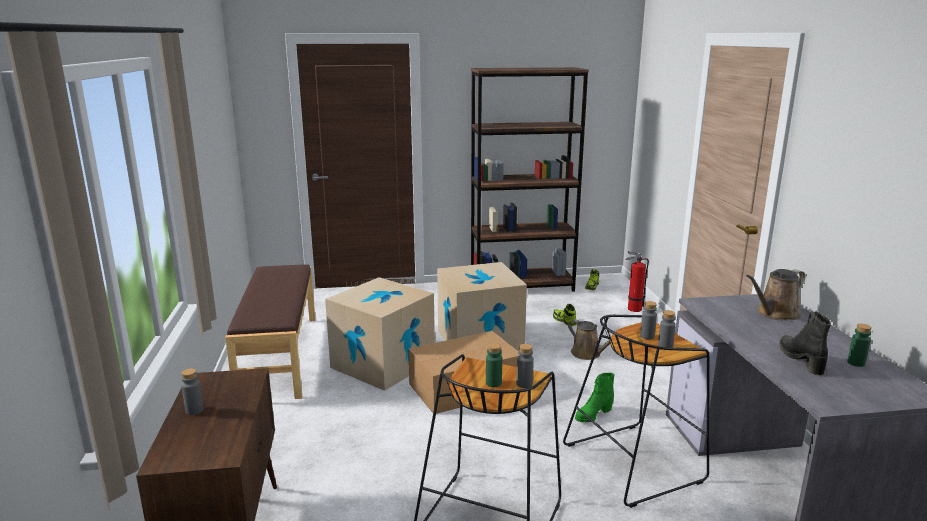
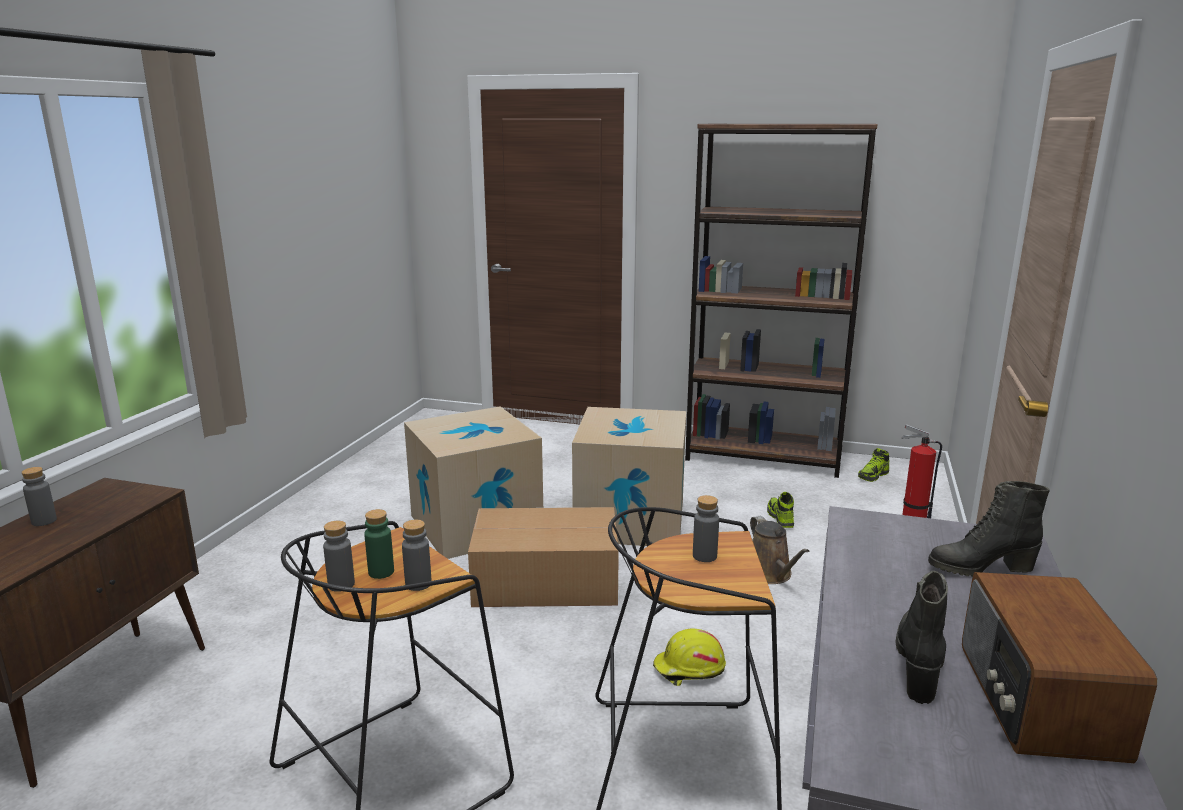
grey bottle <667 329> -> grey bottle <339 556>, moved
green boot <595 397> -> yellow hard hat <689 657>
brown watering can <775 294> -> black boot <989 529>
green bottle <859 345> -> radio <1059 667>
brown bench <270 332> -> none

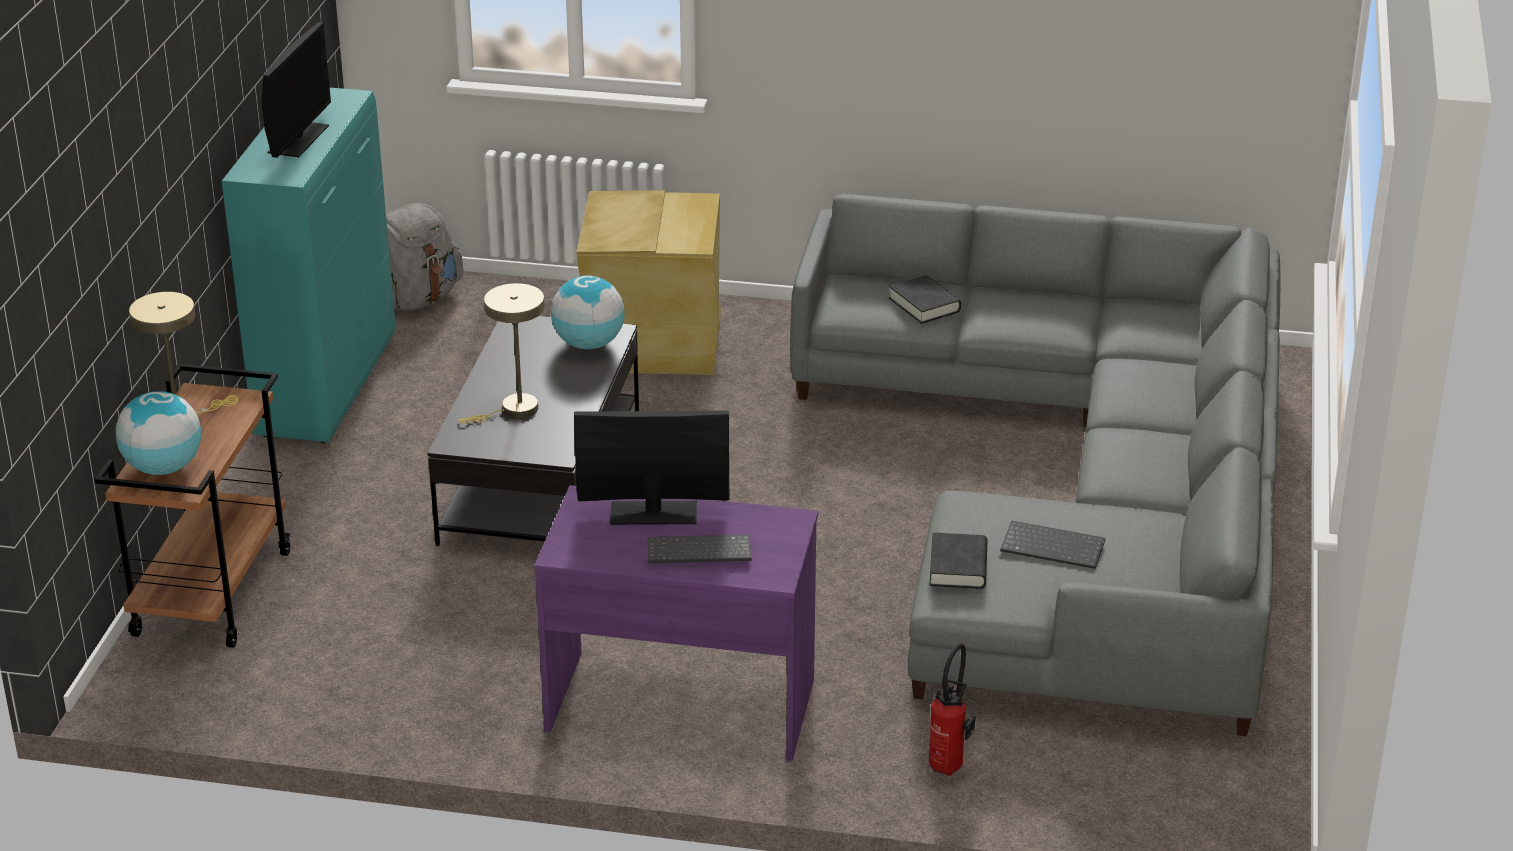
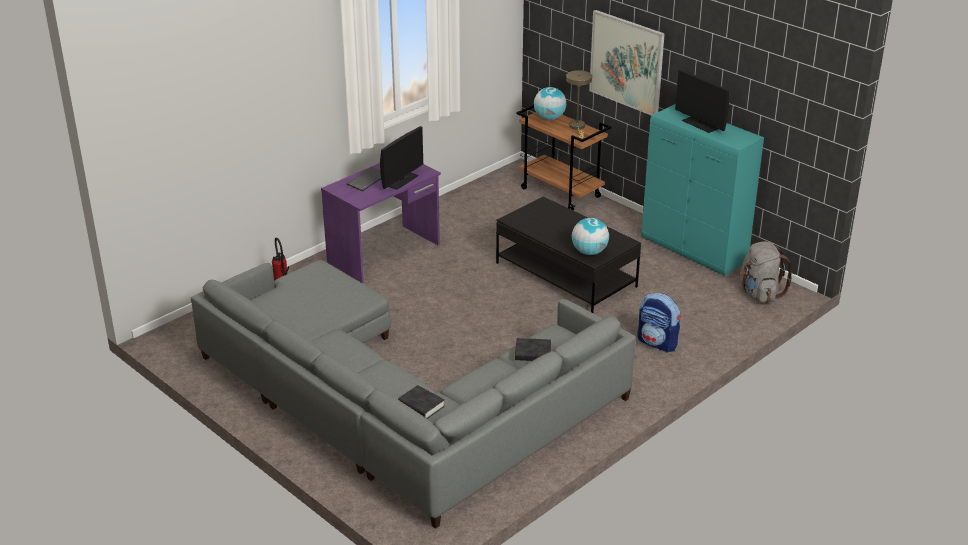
black book <958 560> -> black book <421 402>, moved
none -> picture <627 62>
beige storage box <649 282> -> backpack <659 322>
beige table lamp <502 353> -> none
keyboard <1052 545> -> none

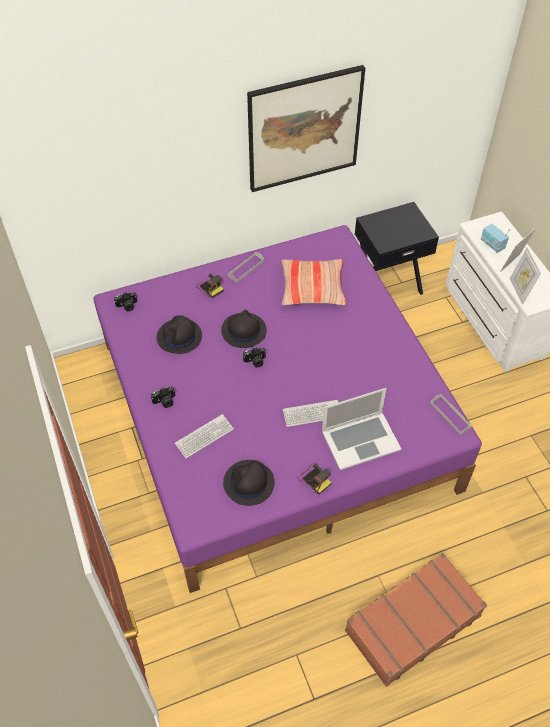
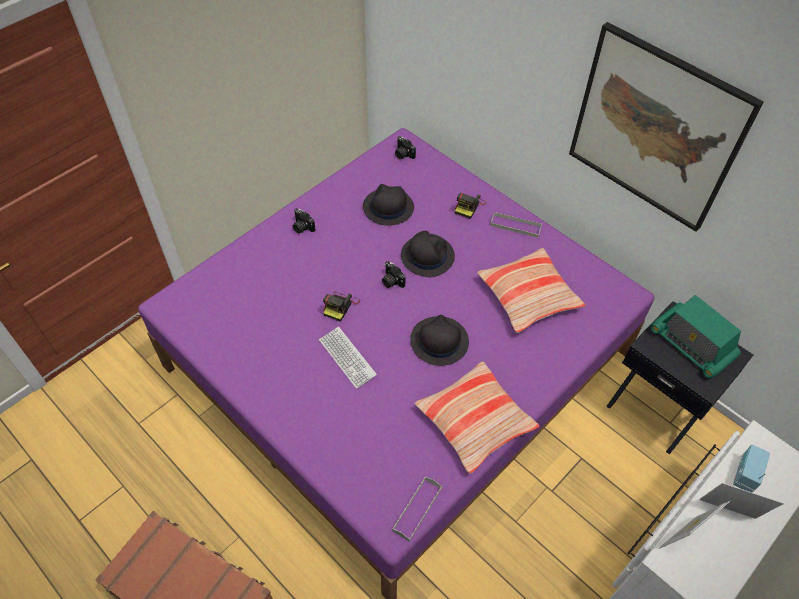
photo camera <314 478> -> photo camera <341 307>, moved
black hat <249 483> -> black hat <439 340>, moved
none -> pillow <477 417>
none -> radio <696 336>
keyboard <204 436> -> none
laptop <361 429> -> none

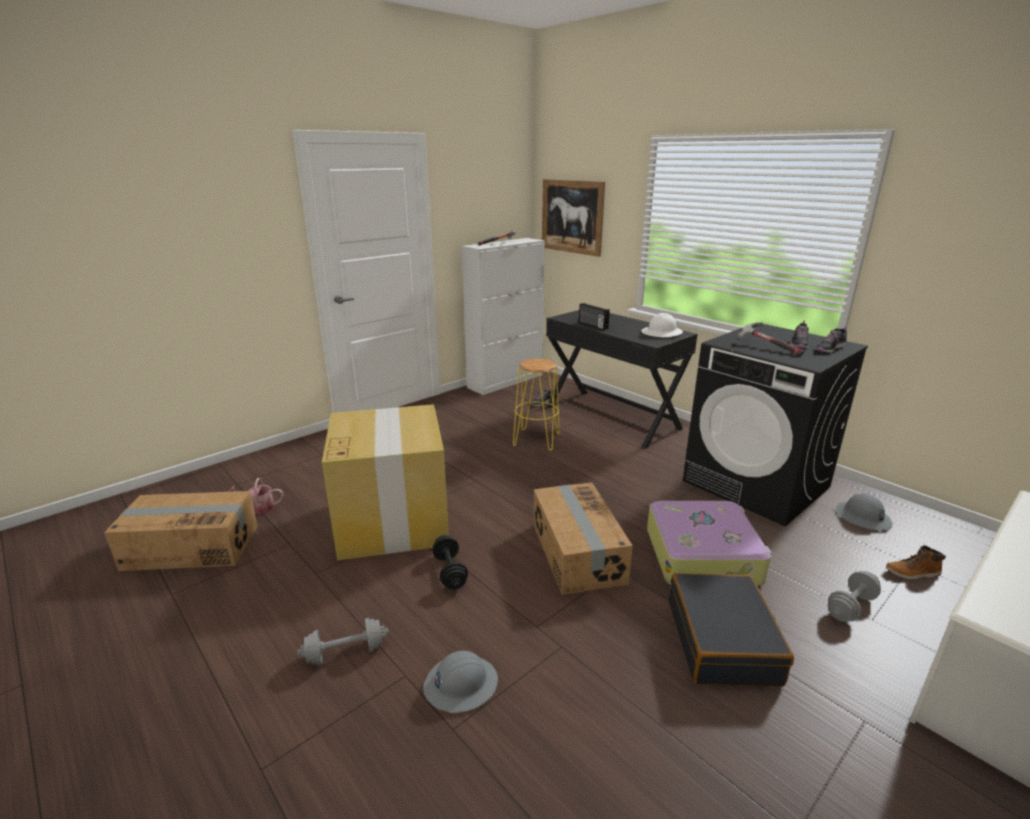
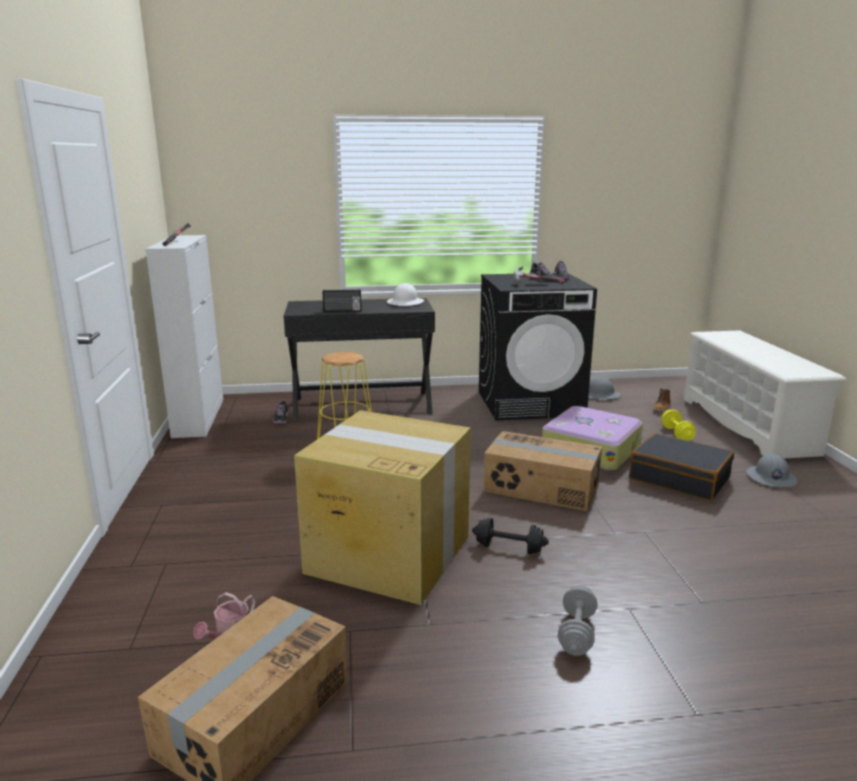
grey dumbbell <854 596> -> yellow dumbbell <679 425>
grey hard hat <460 682> -> grey hard hat <772 471>, moved
picture <573 218> -> none

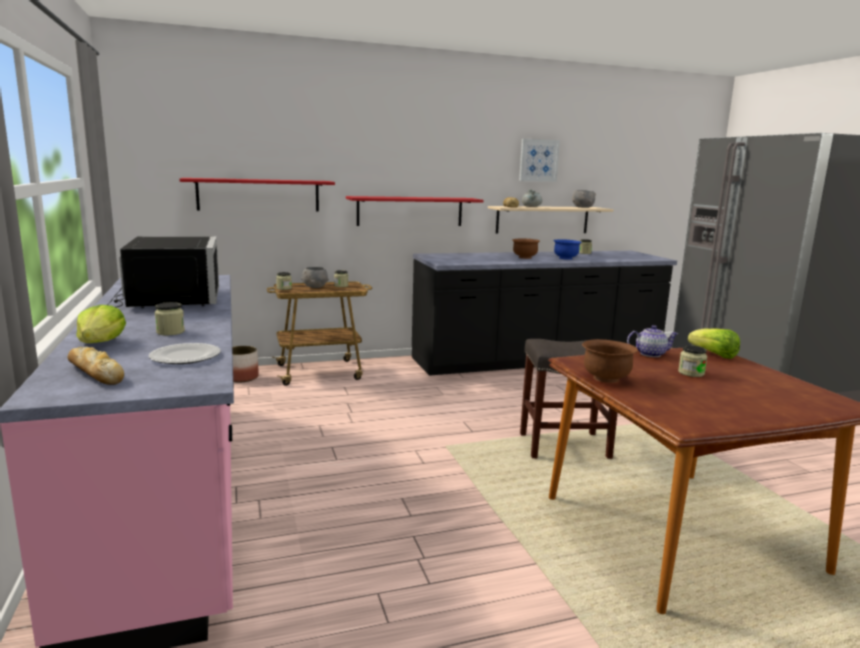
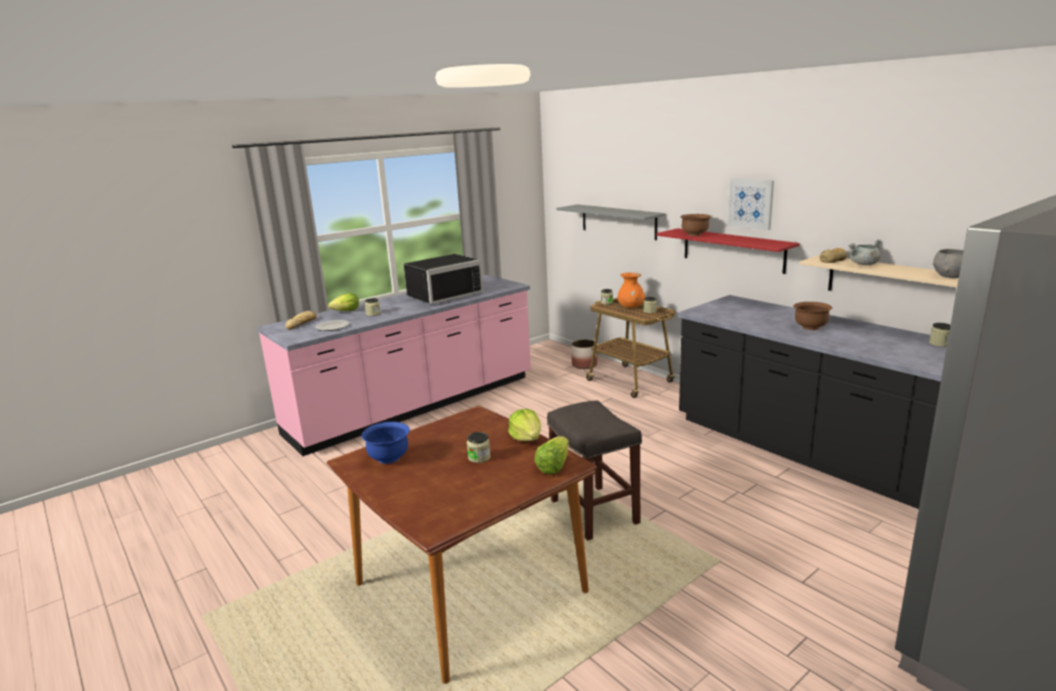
blue bowl <567 249> -> blue bowl <386 443>, moved
teapot <653 341> -> lettuce <524 425>
red shelf <257 195> -> grey shelf <611 222>
grey bowl <315 277> -> orange vase <631 290>
brown bowl <610 361> -> brown bowl <695 225>, moved
picture <539 160> -> picture <750 204>, moved

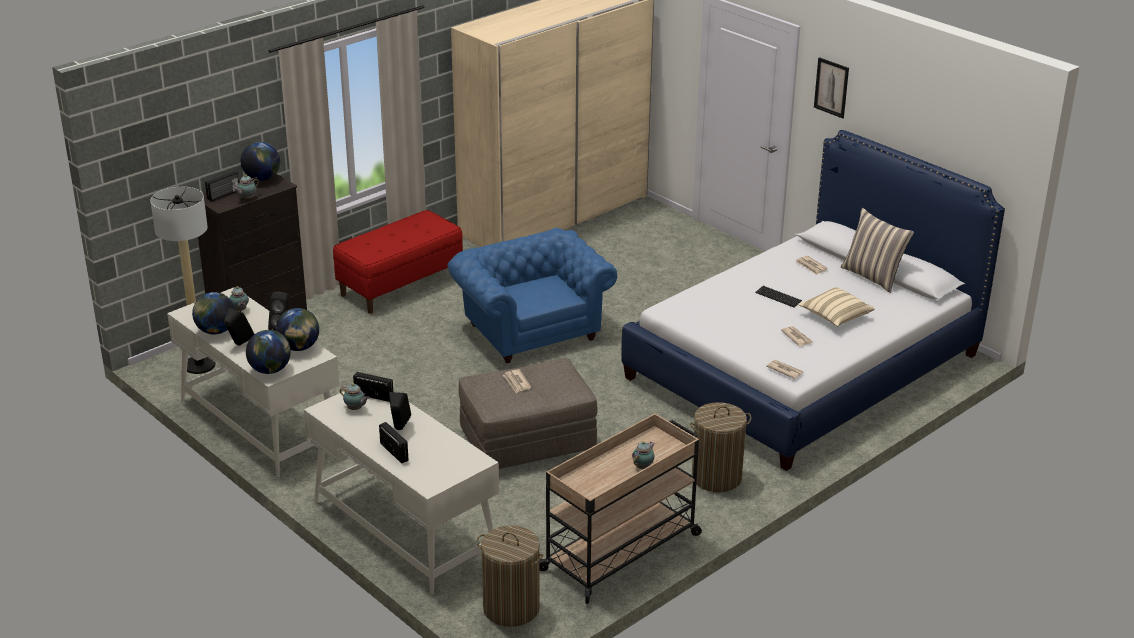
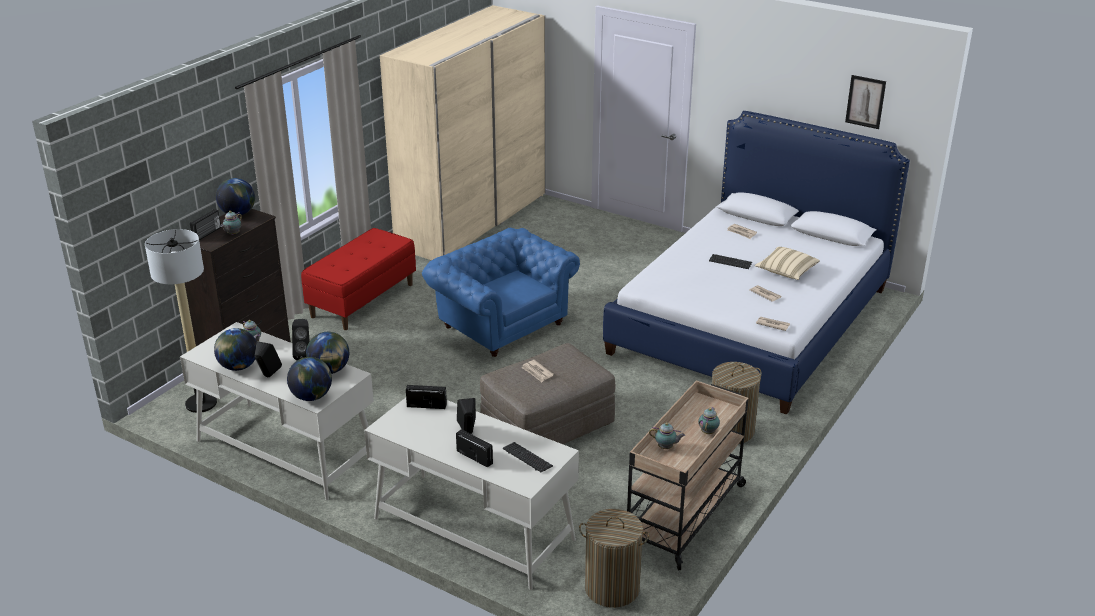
none -> keyboard <528 457>
teapot <355 396> -> teapot <667 435>, moved
picture <831 87> -> picture <865 102>, moved
pillow <877 250> -> none

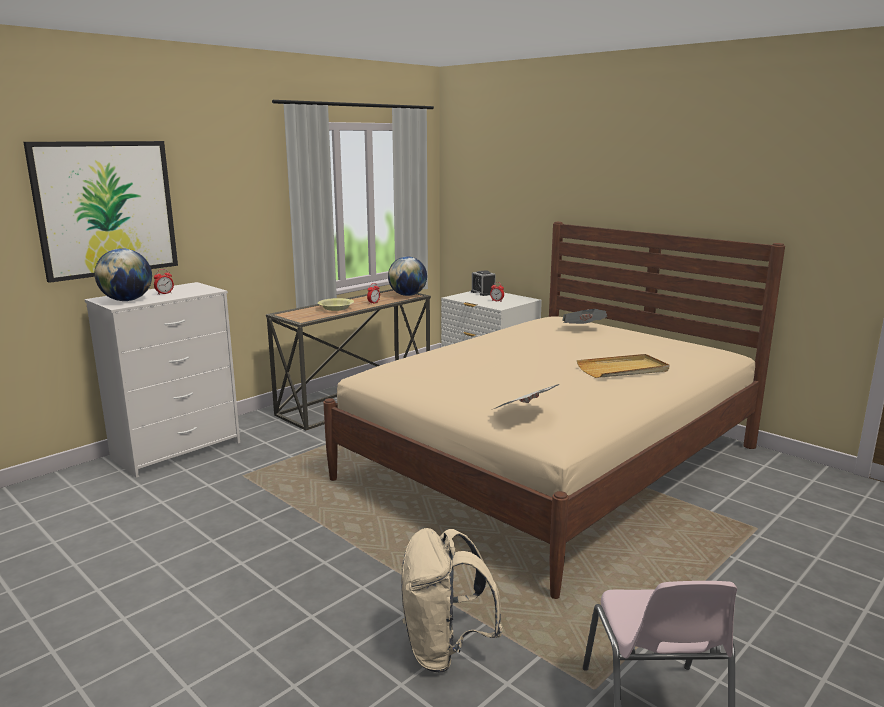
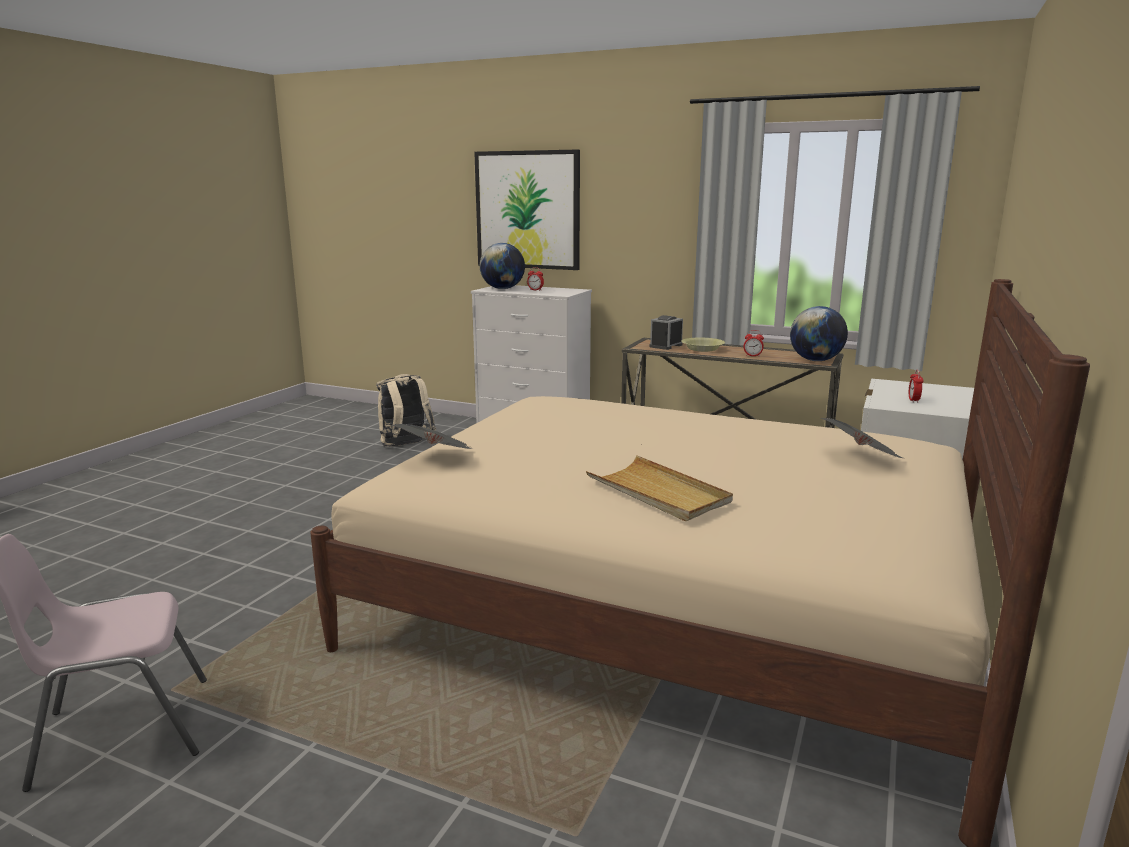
beige backpack <452 600> -> beige backpack <406 410>, moved
alarm clock <483 283> -> alarm clock <666 332>, moved

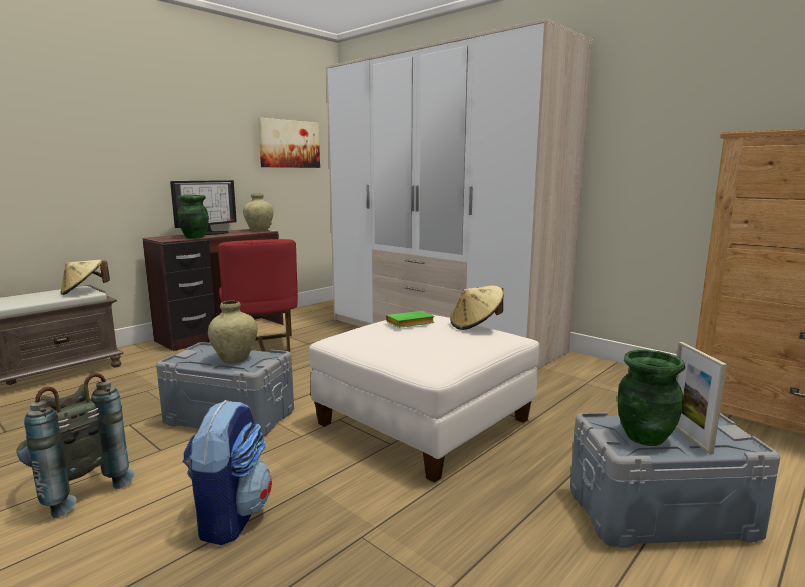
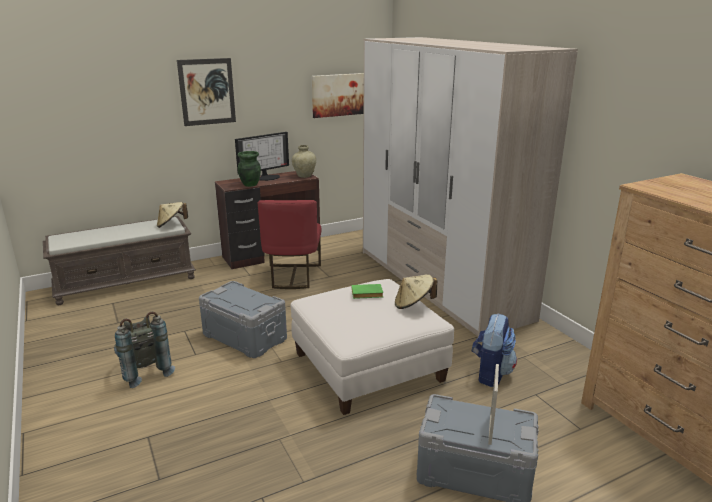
none -> picture <206 92>
backpack <227 472> -> backpack <494 350>, moved
beige vase <233 332> -> none
green vase <651 398> -> none

